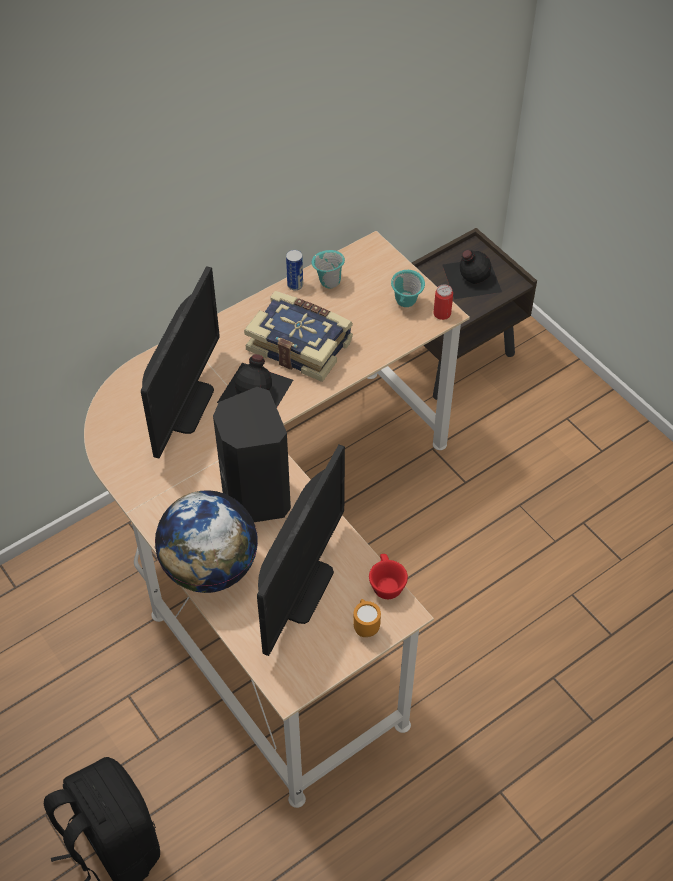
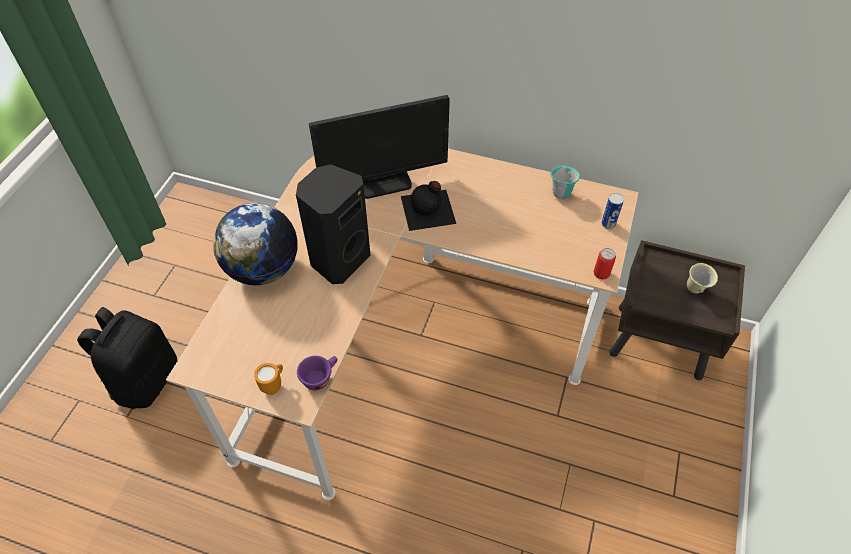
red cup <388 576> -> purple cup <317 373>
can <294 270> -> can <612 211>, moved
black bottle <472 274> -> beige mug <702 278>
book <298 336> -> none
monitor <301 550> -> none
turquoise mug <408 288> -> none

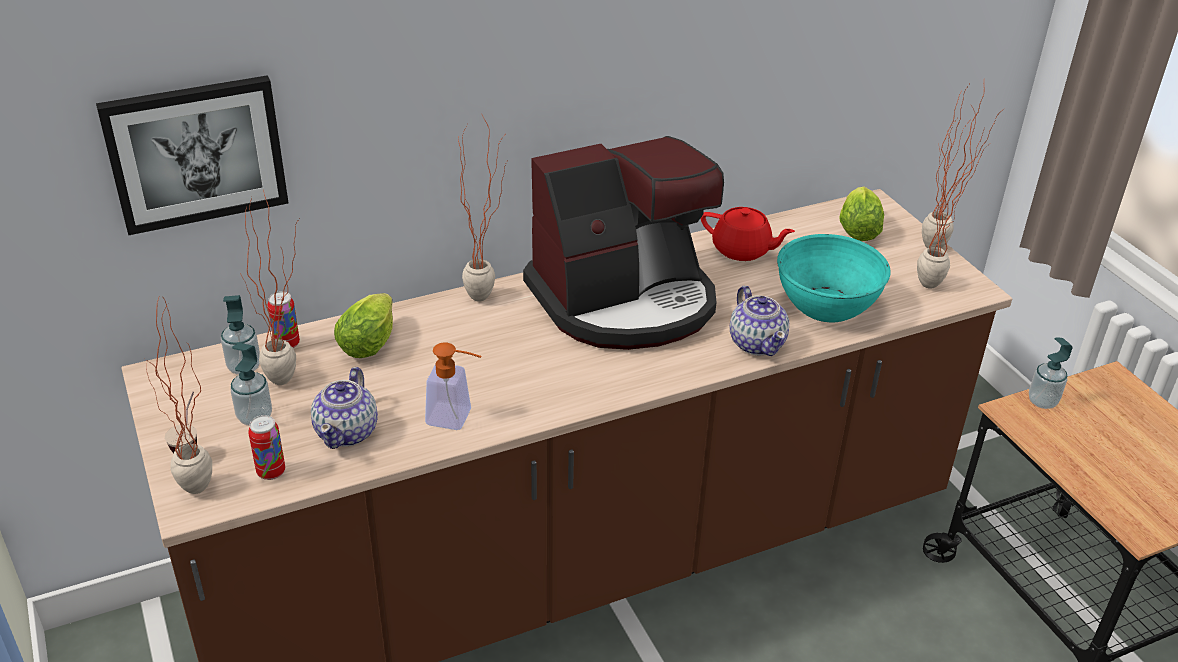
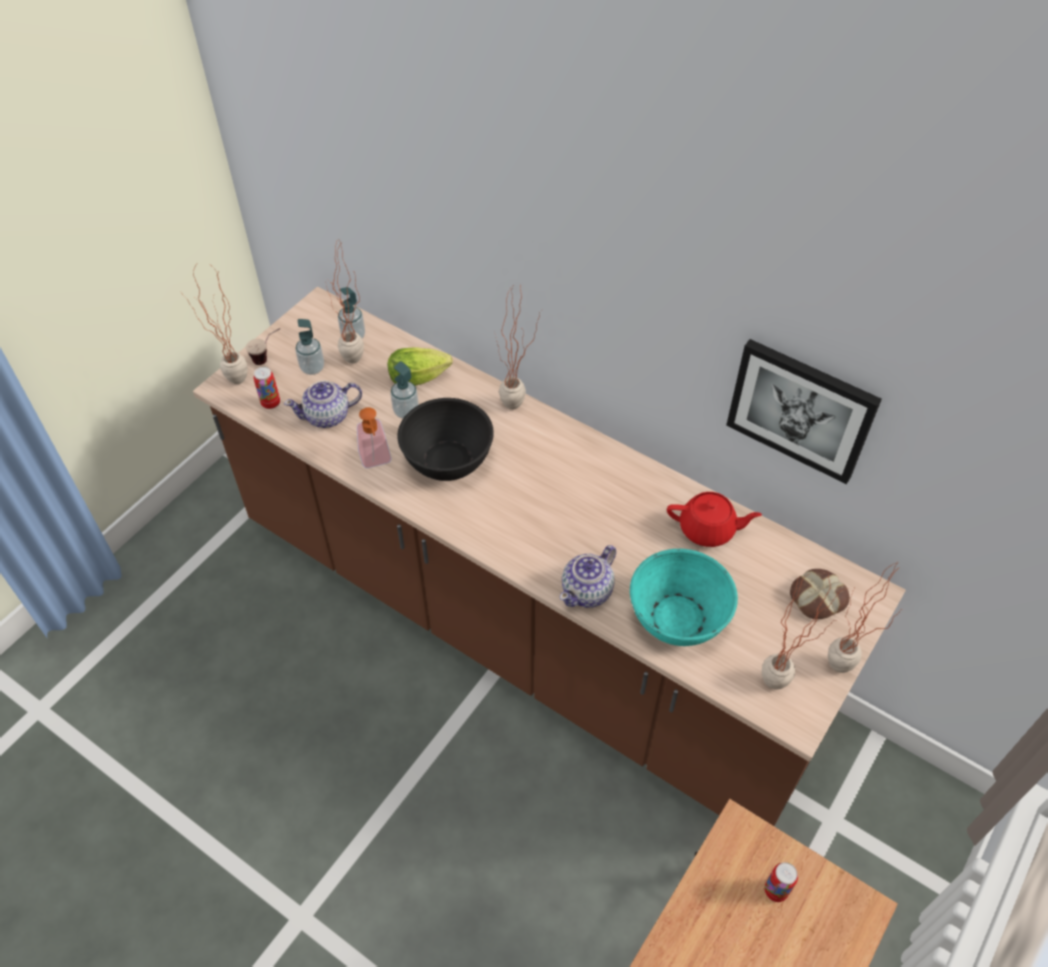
soap dispenser <1051 373> -> soap dispenser <404 390>, moved
none -> black bowl <445 439>
red teapot <748 234> -> red teapot <714 519>, 75 degrees counterclockwise
picture <192 155> -> picture <804 411>, moved
can <284 319> -> can <781 882>, moved
lettuce <861 213> -> bread <820 594>
coffee machine <623 243> -> none

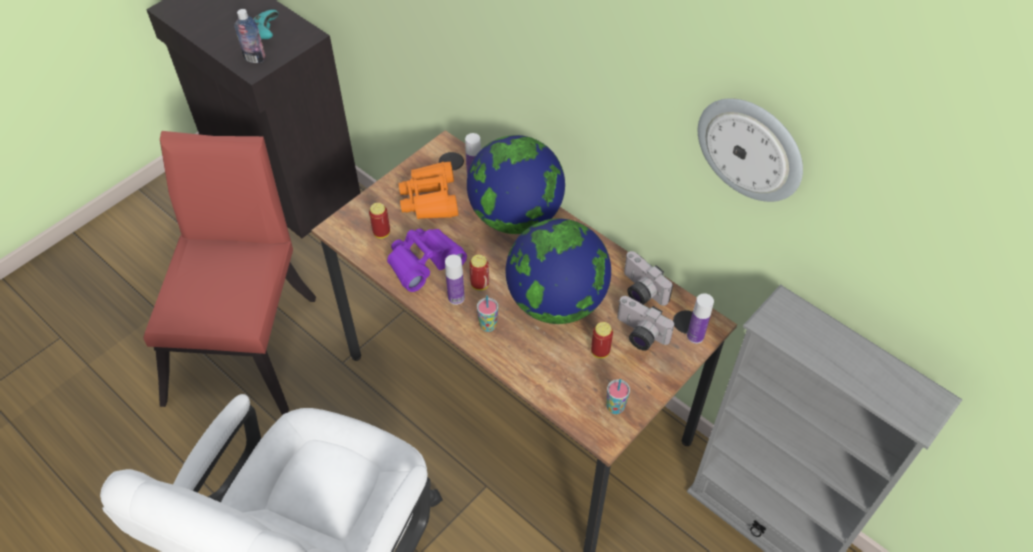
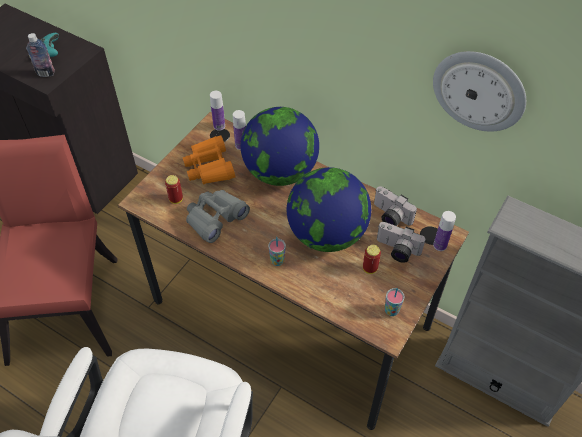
purple binoculars <427 260> -> grey binoculars <218 216>
bottle <455 280> -> bottle <217 111>, moved
can <479 273> -> none

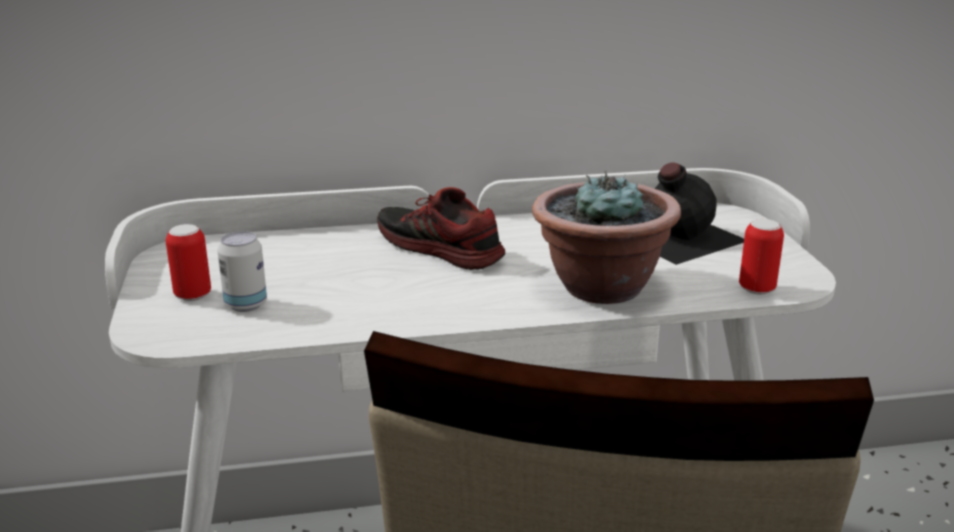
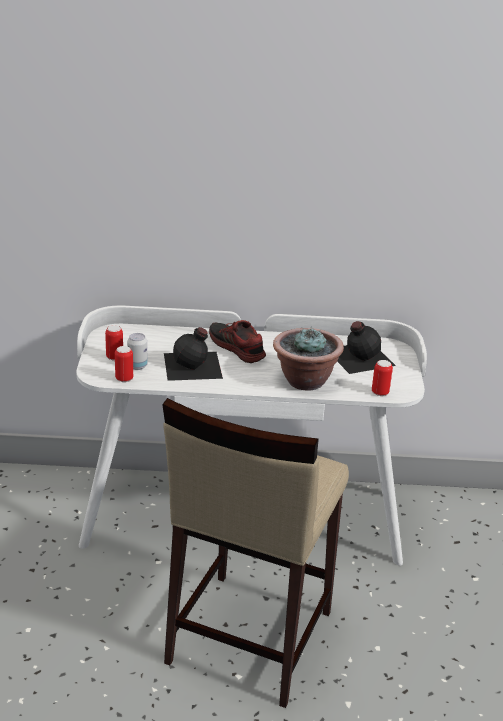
none -> can <124 364>
none -> black bottle <193 354>

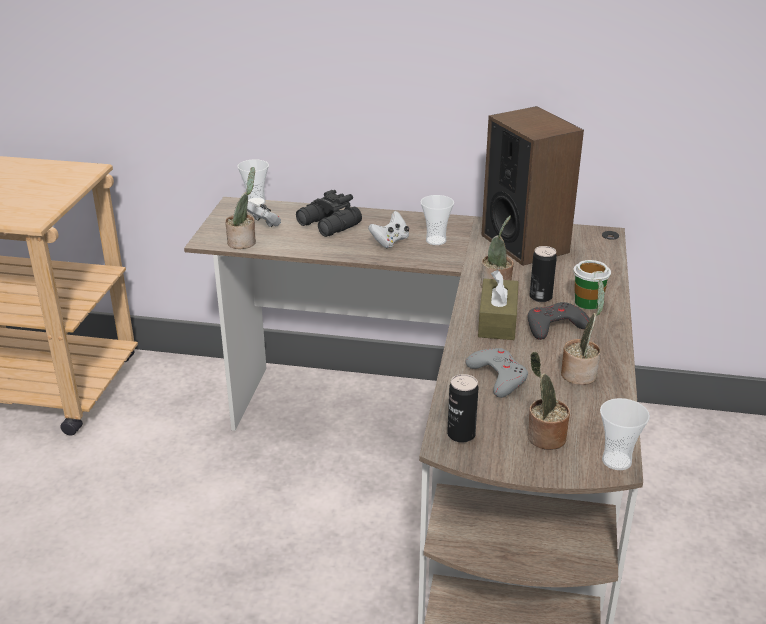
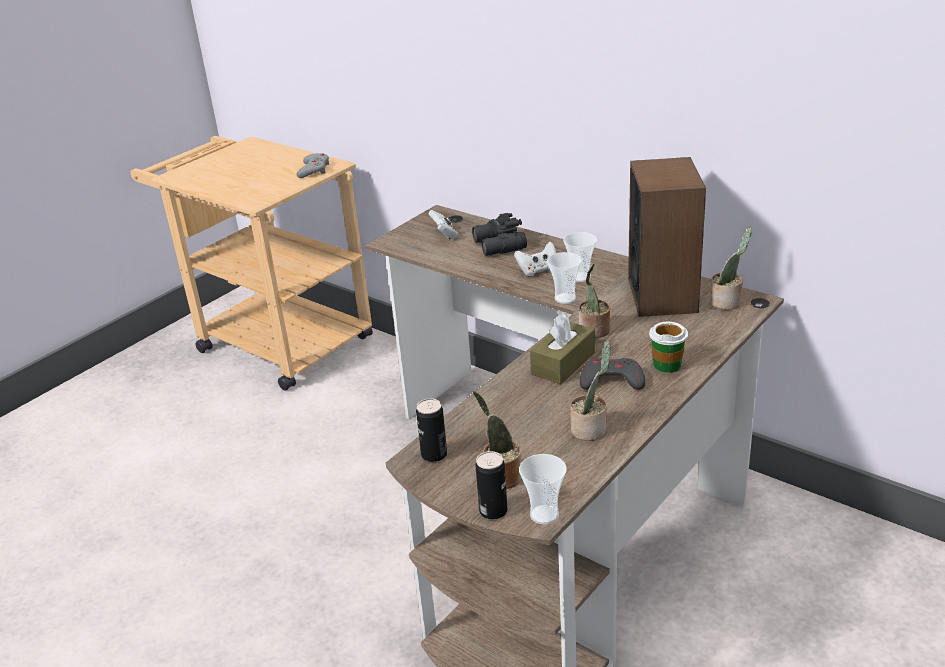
grey game controller <496 373> -> grey game controller <312 165>, moved
can <543 274> -> can <491 485>, moved
cup <253 182> -> cup <564 278>, moved
potted plant <240 208> -> potted plant <731 268>, moved

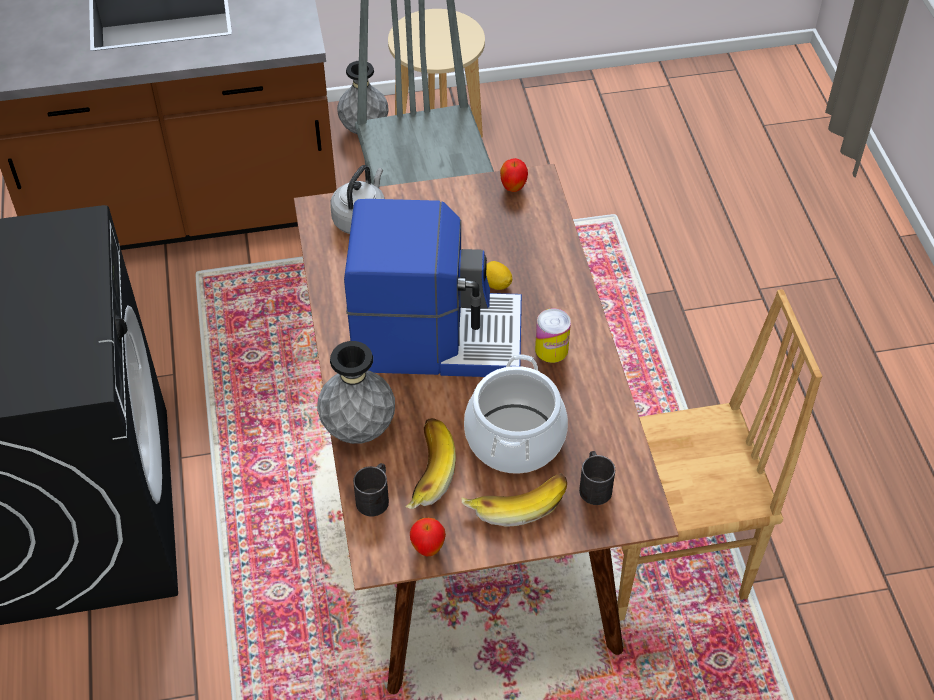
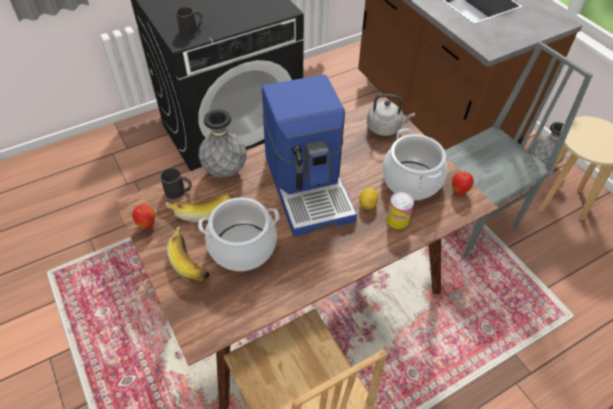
black mug <597 478> -> black mug <189 21>, moved
none -> cooking pot <414 164>
can <553 336> -> can <400 210>, moved

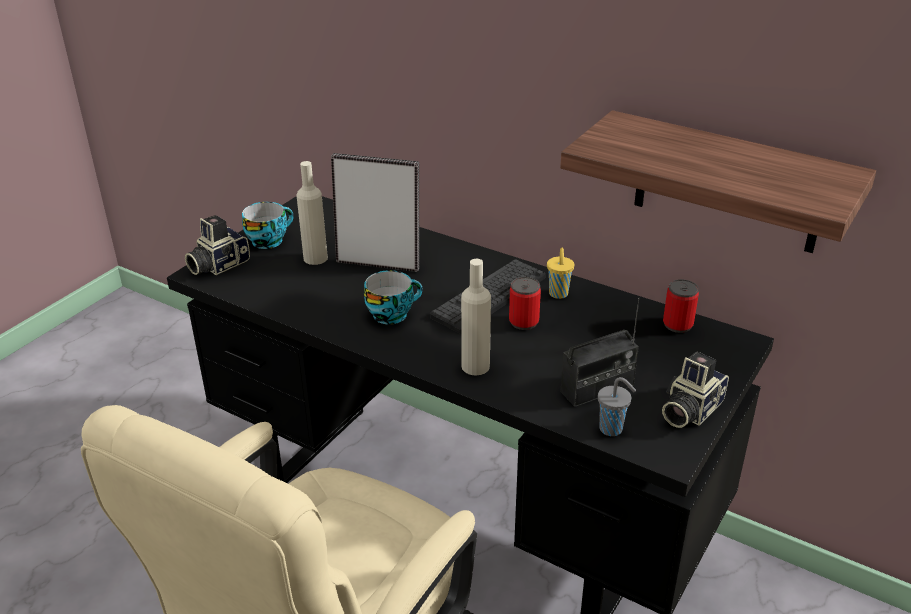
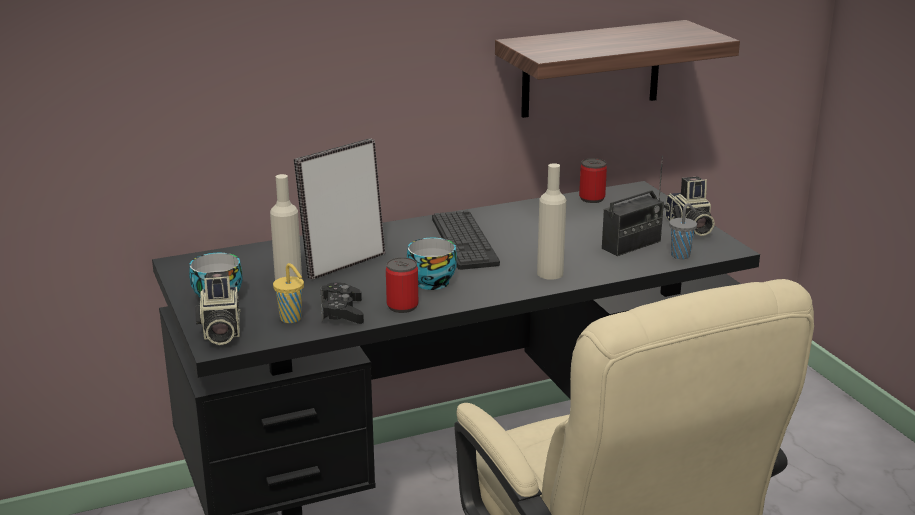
yellow cup <560 273> -> yellow cup <288 293>, moved
none -> black game controller <342 303>
can <525 303> -> can <402 285>, moved
radio <599 352> -> radio <633 206>, 45 degrees clockwise

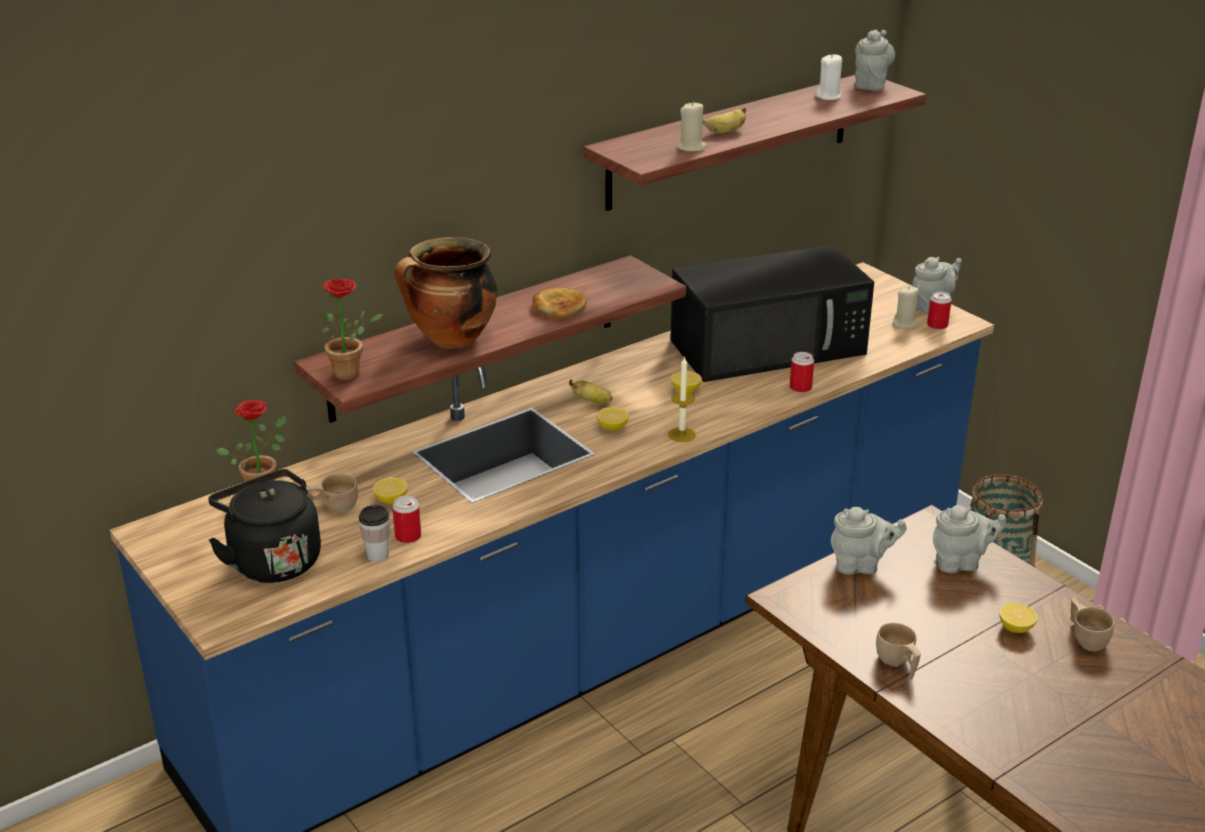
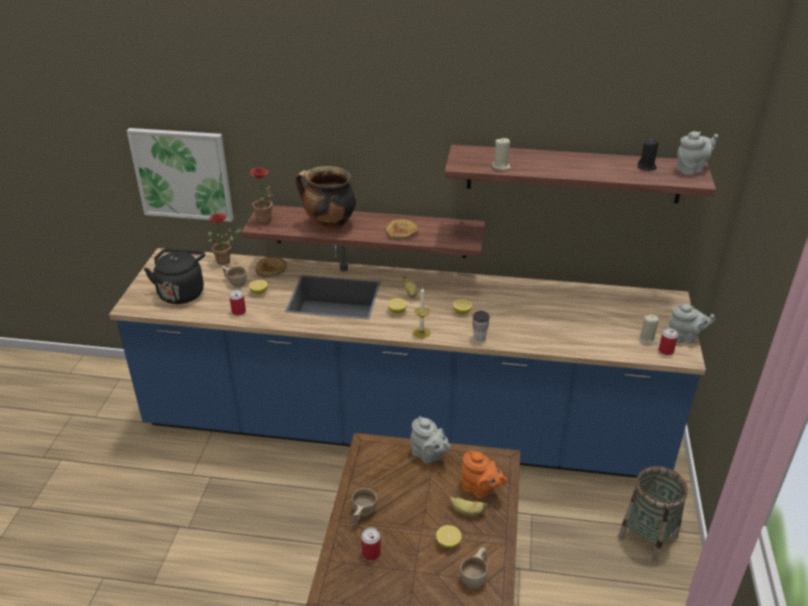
none -> picture <180 175>
none -> bread <271 267>
can <802 372> -> can <371 544>, moved
banana <724 120> -> banana <469 506>, moved
grey teapot <969 539> -> orange teapot <484 475>
cup <374 533> -> cup <481 326>, moved
white candle <828 77> -> black candle <648 154>
black microwave <772 313> -> none

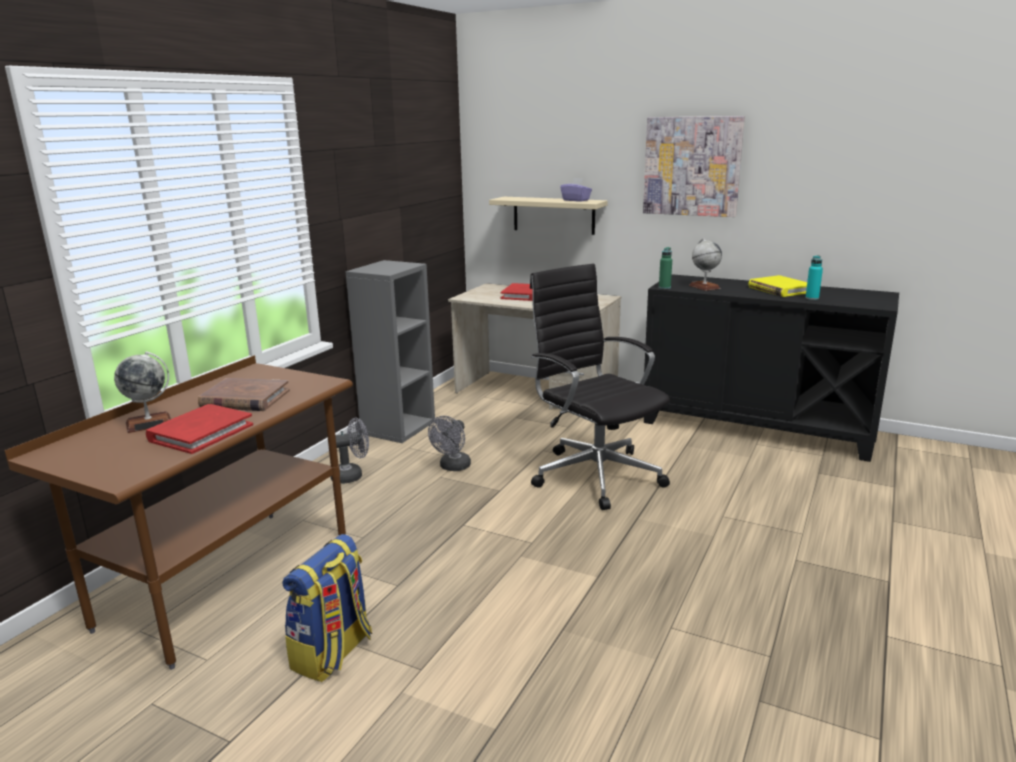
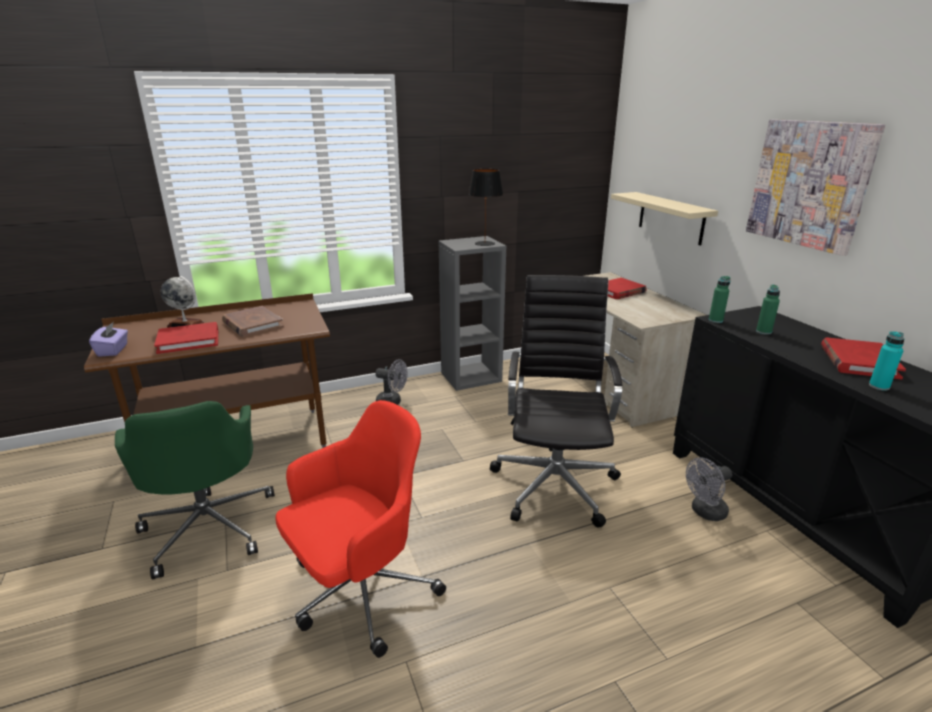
purple tissue box <576 190> -> purple tissue box <108 339>, moved
backpack <327 608> -> green office chair <195 490>
none -> red office chair <360 529>
none -> black table lamp <485 207>
grey fan <449 443> -> grey fan <709 489>, moved
globe <705 264> -> green bottle <768 310>
yellow book <777 286> -> red book <863 358>

